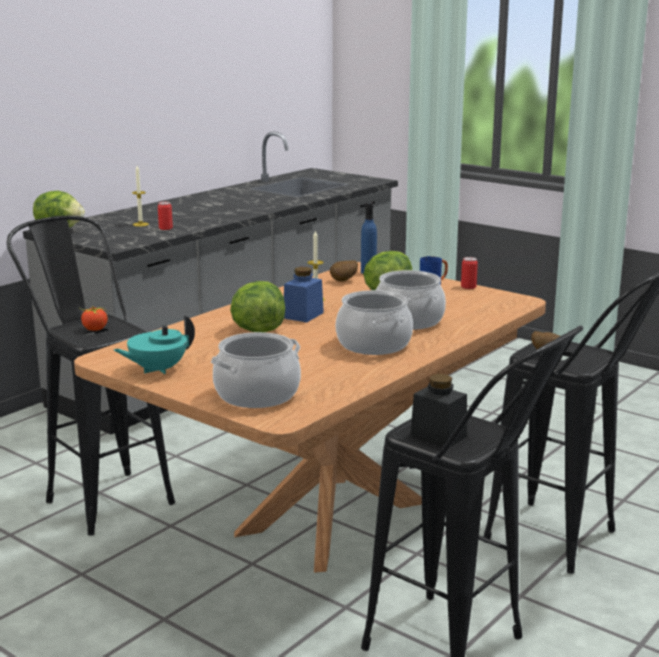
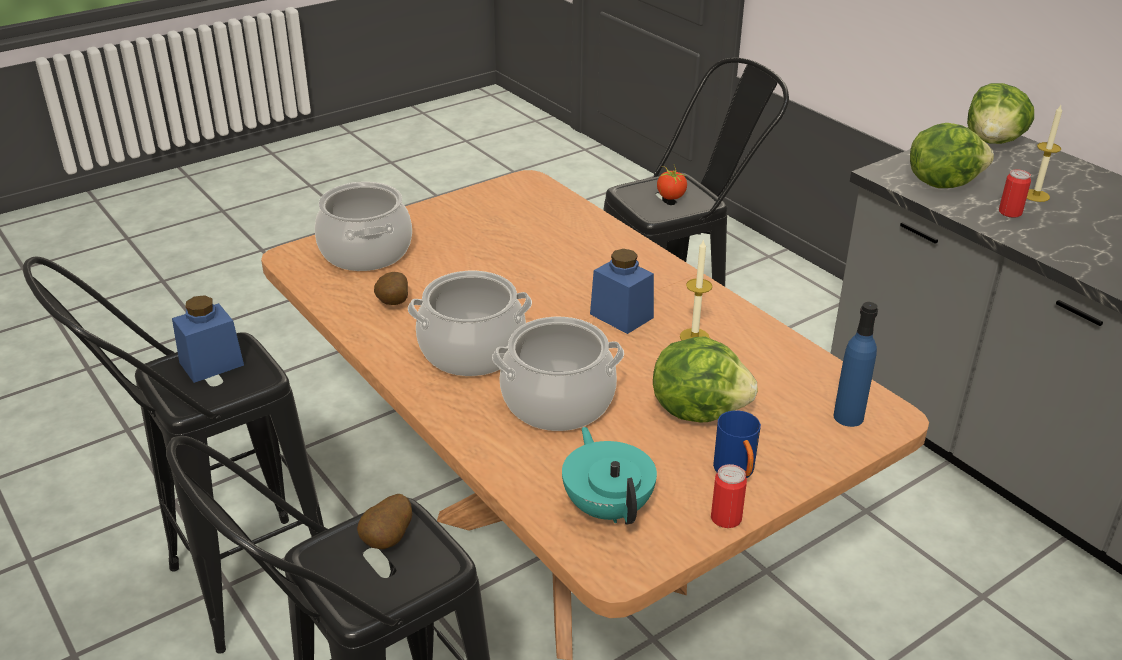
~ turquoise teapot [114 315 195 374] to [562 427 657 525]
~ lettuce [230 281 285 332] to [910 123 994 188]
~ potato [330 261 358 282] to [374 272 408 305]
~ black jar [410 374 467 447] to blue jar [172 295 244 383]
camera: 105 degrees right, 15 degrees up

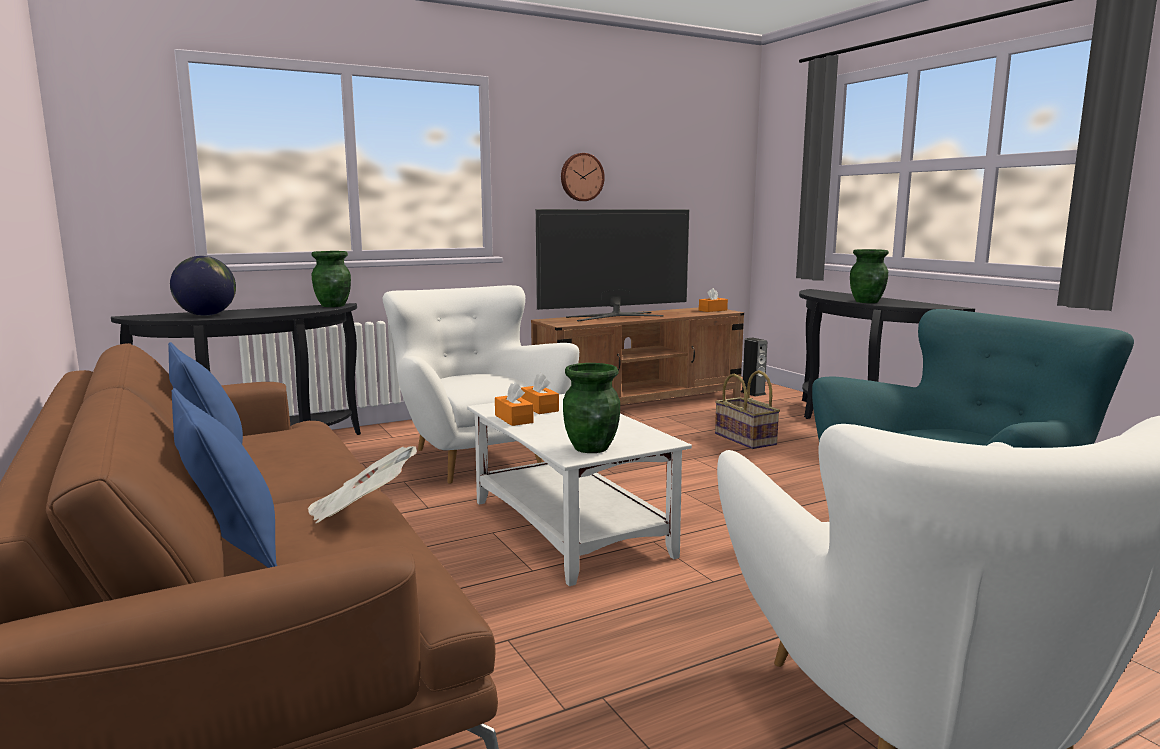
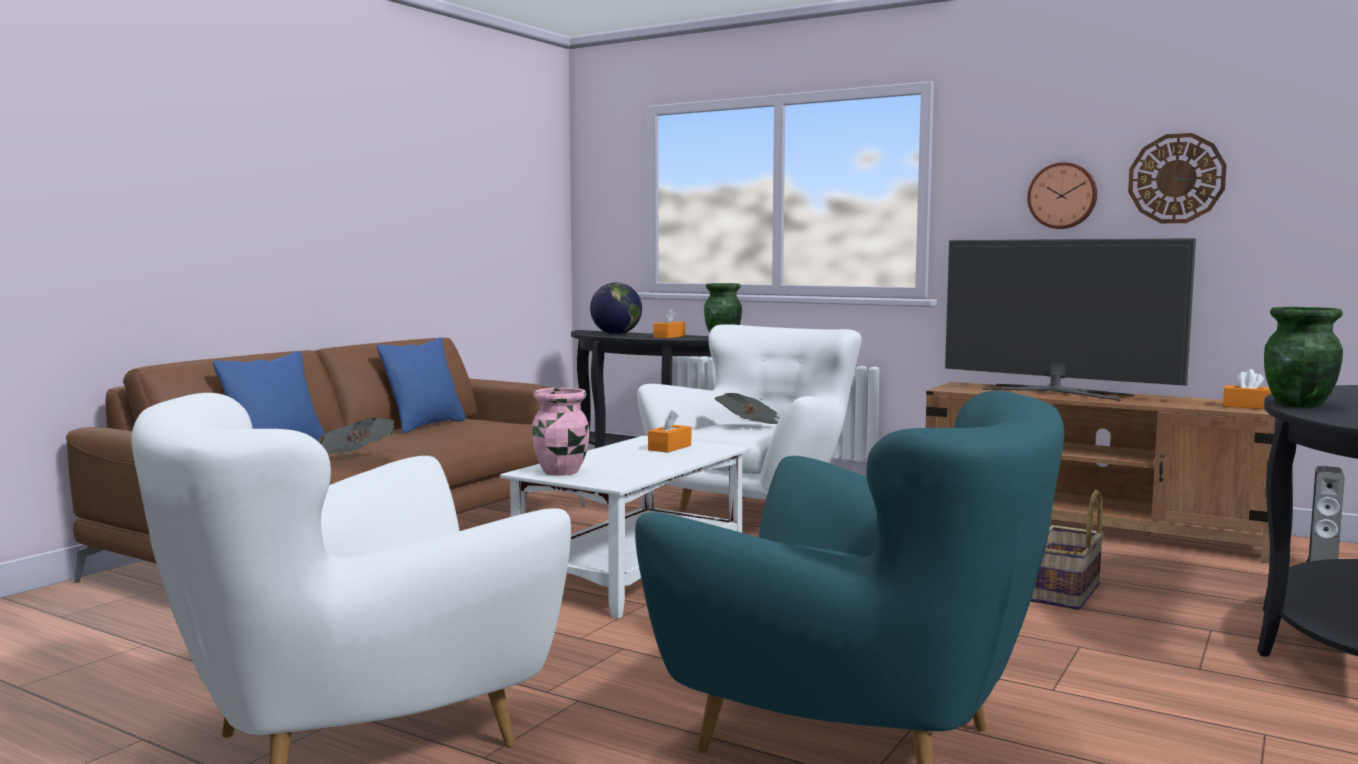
+ newspaper [715 393 779 424]
+ wall clock [1128 133 1227 223]
~ orange tissue box [495 382 534 426] to [653 309 685 338]
~ green vase [563 363 620 453] to pink vase [532 388 589 476]
camera: 60 degrees right, 5 degrees down

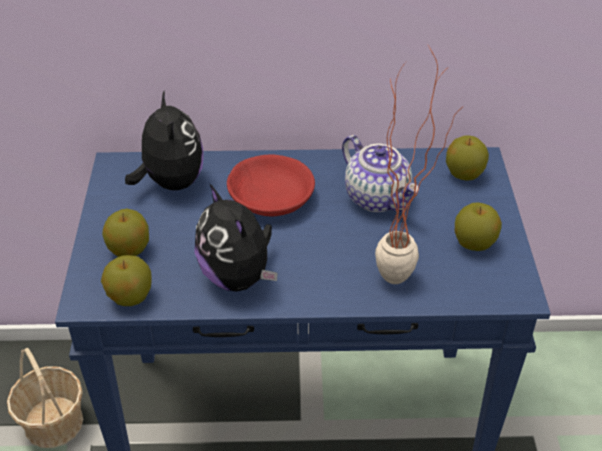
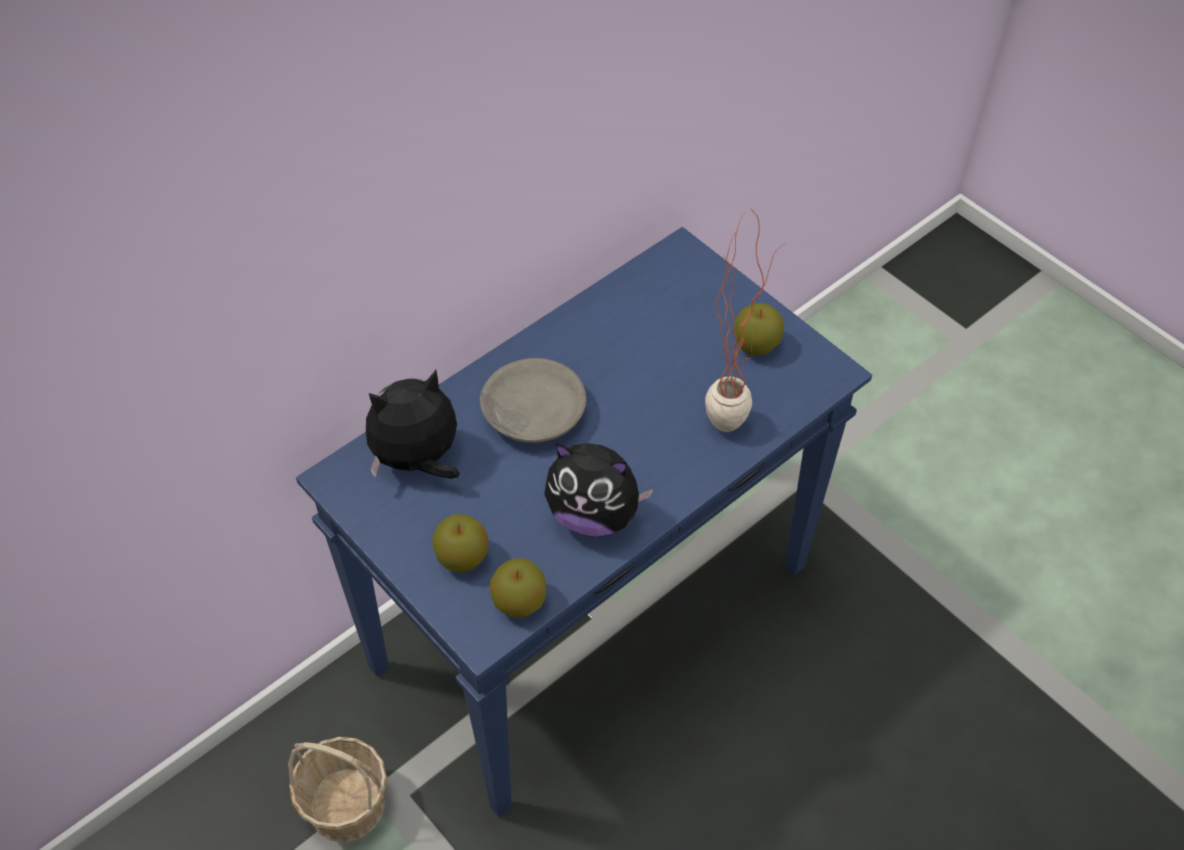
- teapot [342 135 419 212]
- apple [446 135 489 181]
~ red bowl [227 155 315 216] to grey bowl [480 358 586 443]
~ plush toy [125 89 204 190] = [366 370 460 479] 60 degrees counterclockwise
camera: 40 degrees left, 10 degrees up

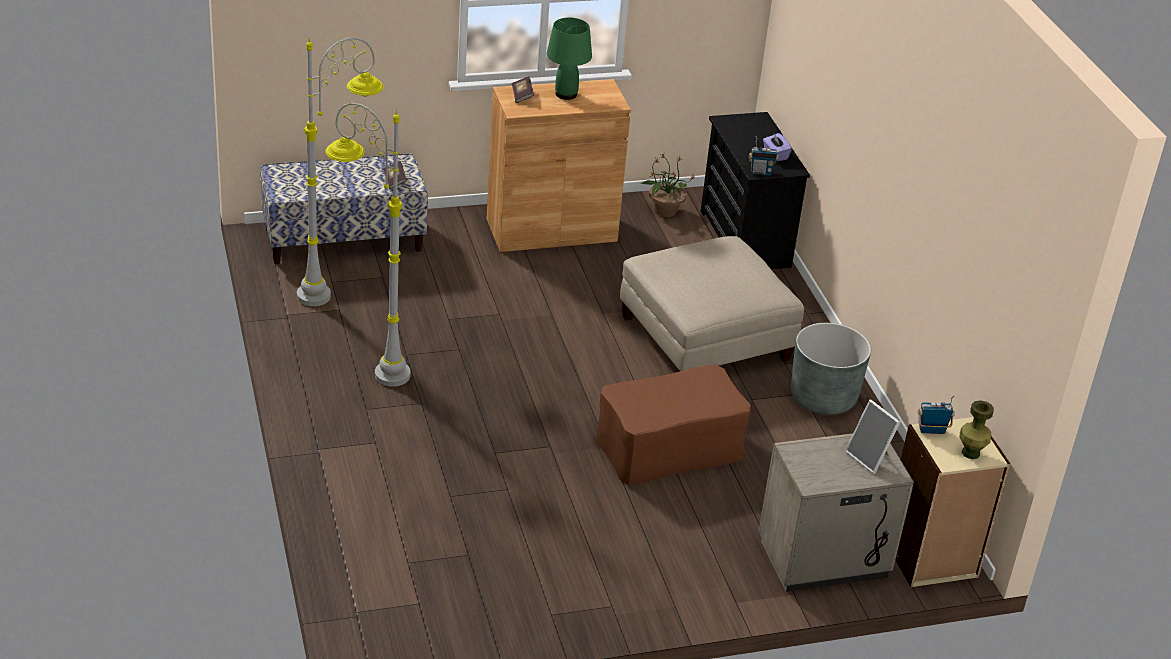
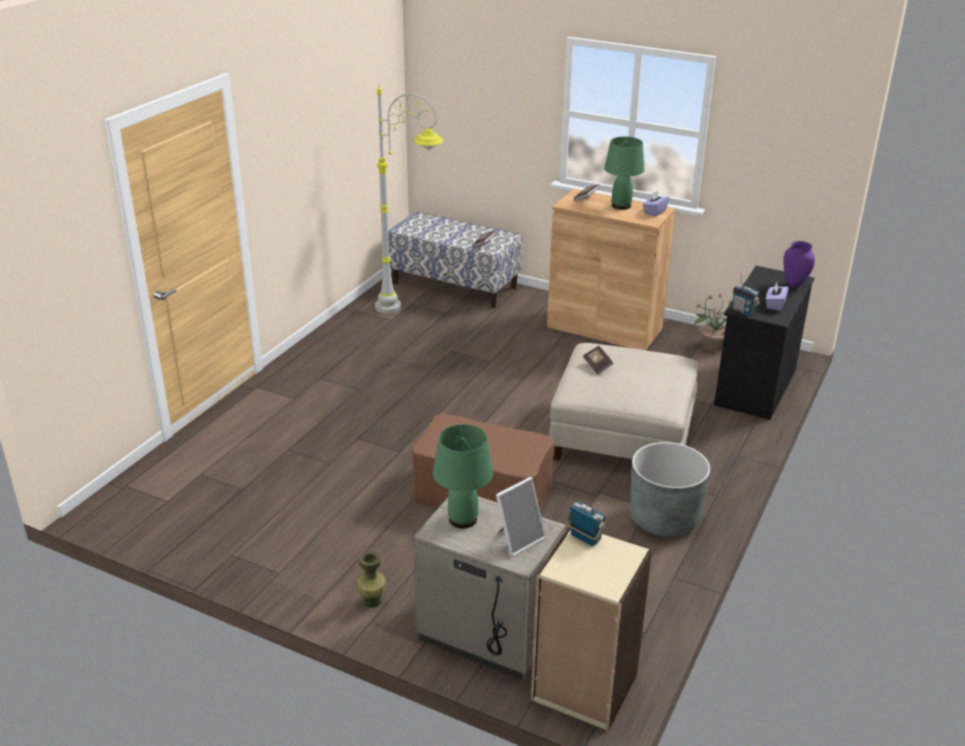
- grey floor lamp [325 103 410 387]
+ green table lamp [433 424 493 528]
+ book [583 346 613 374]
+ purple tissue box [643 190 669 217]
+ purple vase [783 241 815 288]
~ green vase [960 400 994 459] to [357 551 387 608]
~ picture frame [845 400 900 474] = [496 477 546 557] 135 degrees counterclockwise
camera: 45 degrees right, 5 degrees down

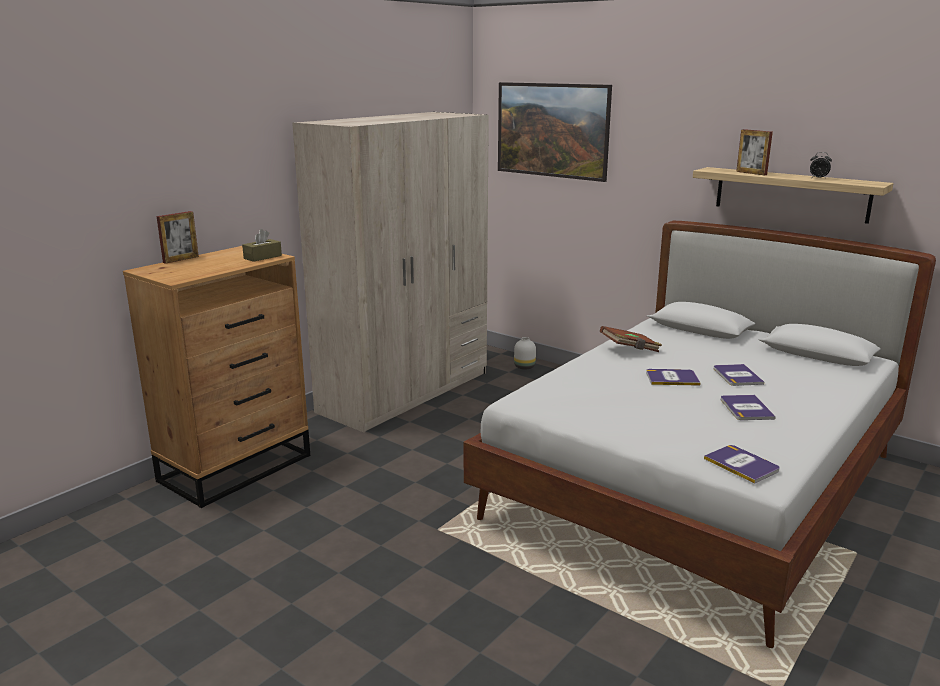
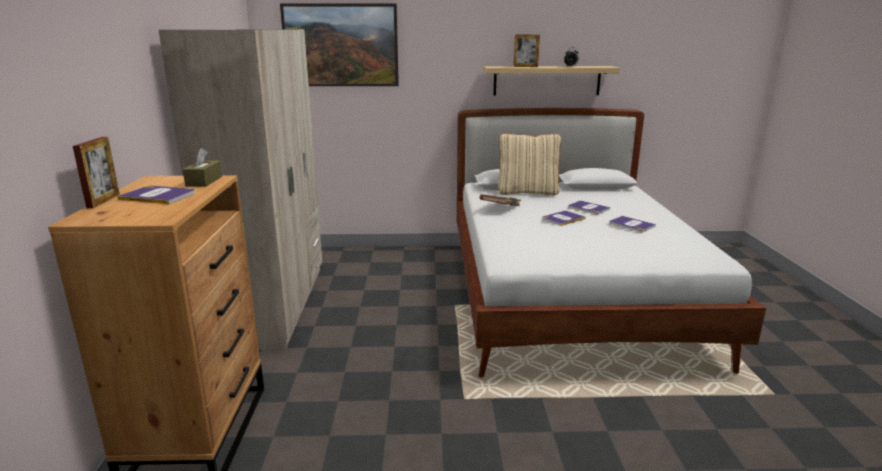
- white vase [514 337 536 370]
+ beige pillow [498 133 561 195]
~ book [704 445 780 484] to [117 186 195 204]
camera: 40 degrees left, 0 degrees up

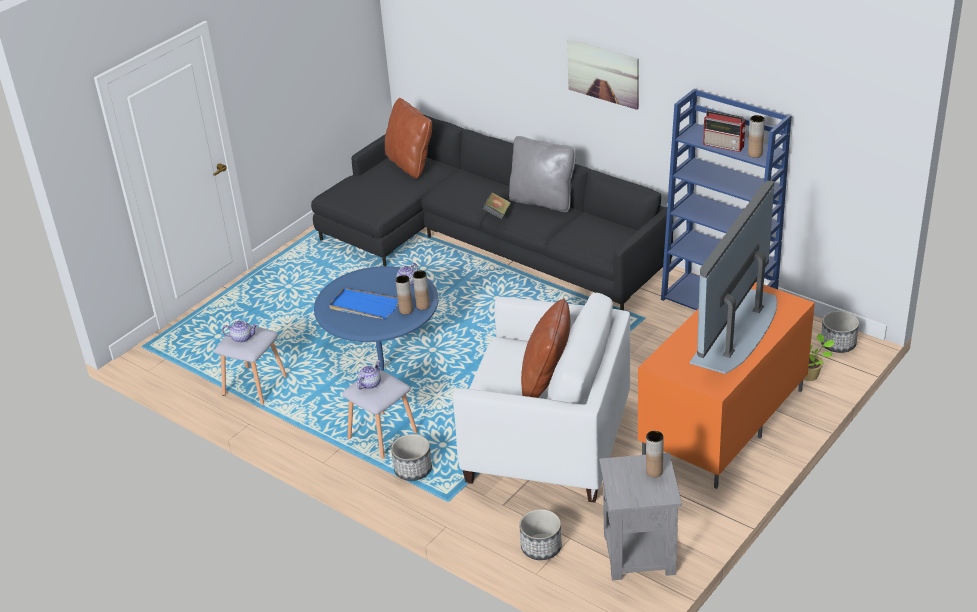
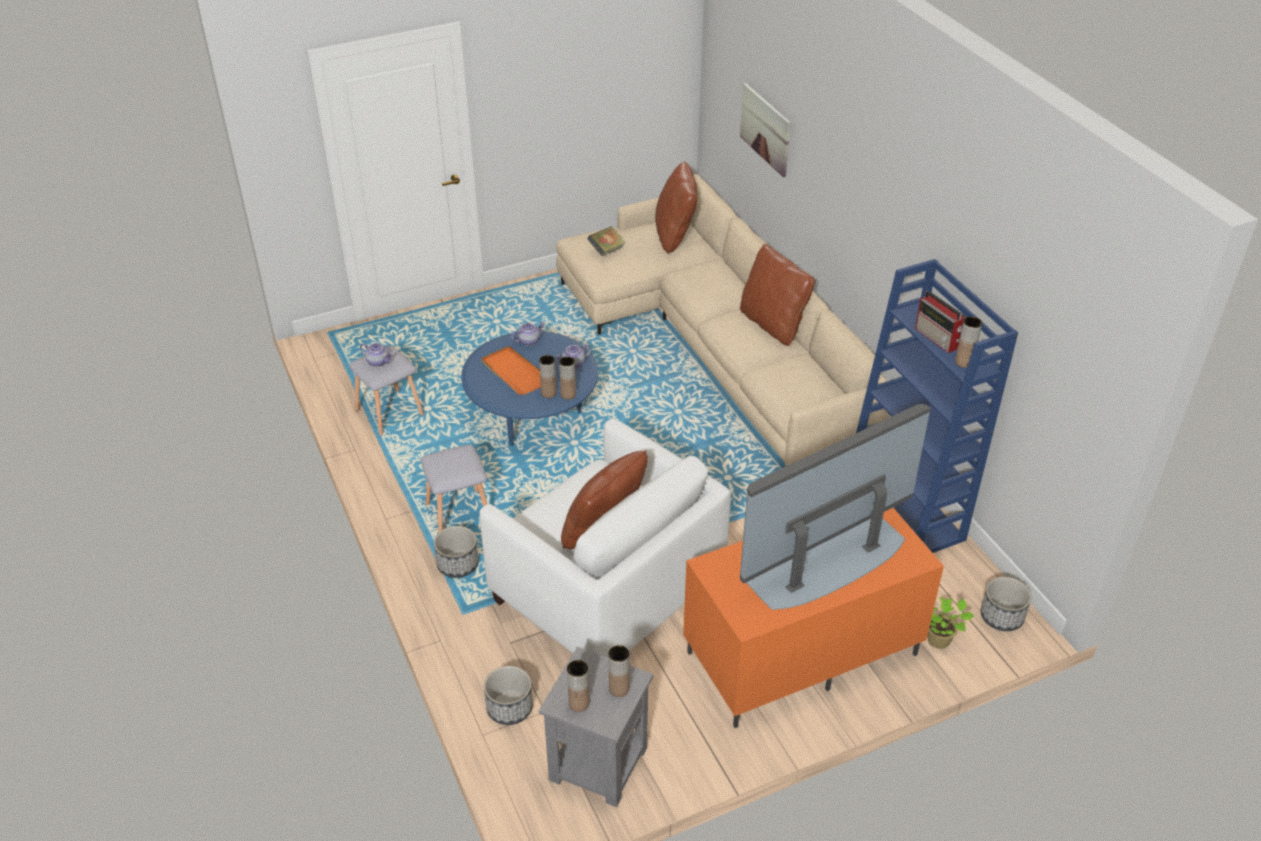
+ brown vase [567 660 589 712]
~ teapot [357 361 381 389] to [511 322 545 346]
~ book [482 192 511 219] to [587 226 625 256]
~ picture [567 39 639 110] to [740 83 791 177]
~ black sofa [311 114 673 310] to beige sofa [556 174 889 466]
~ blue tray [329 288 398 319] to orange tray [481 346 541 395]
~ grey pillow [509 136 576 212] to brown pillow [740 244 815 346]
camera: 25 degrees right, 5 degrees up

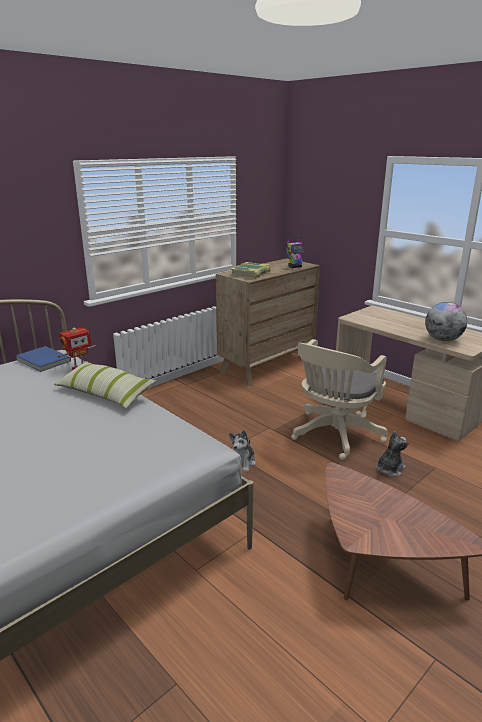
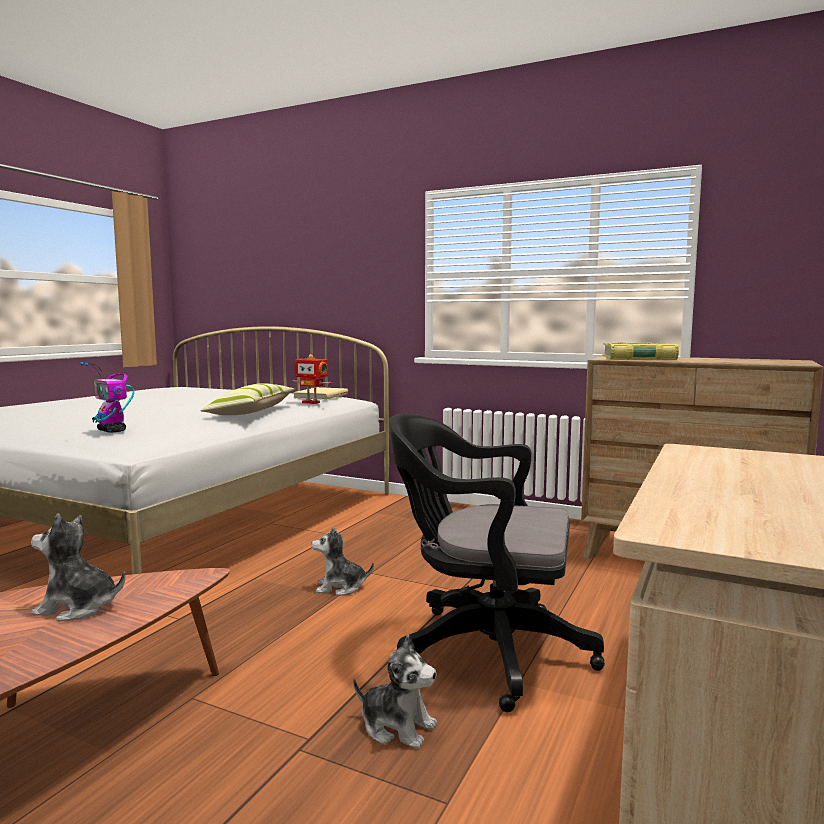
- globe [425 302 468 341]
+ plush toy [31 514 125 621]
~ toy robot [286 236 305 268] to [80 362 134 433]
~ blue book [16 346 71 372] to beige book [293 387 348 400]
~ beige office chair [291 339 387 460] to black office chair [389 414 605 712]
camera: 70 degrees right, 15 degrees down

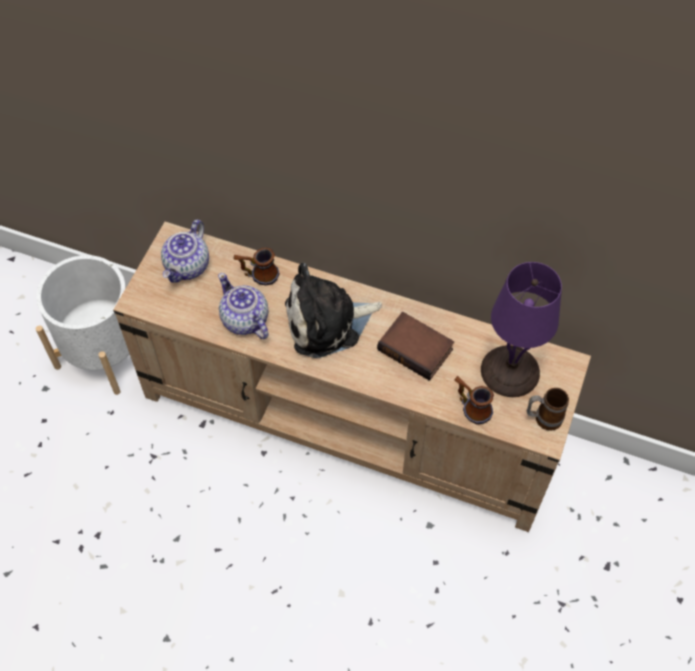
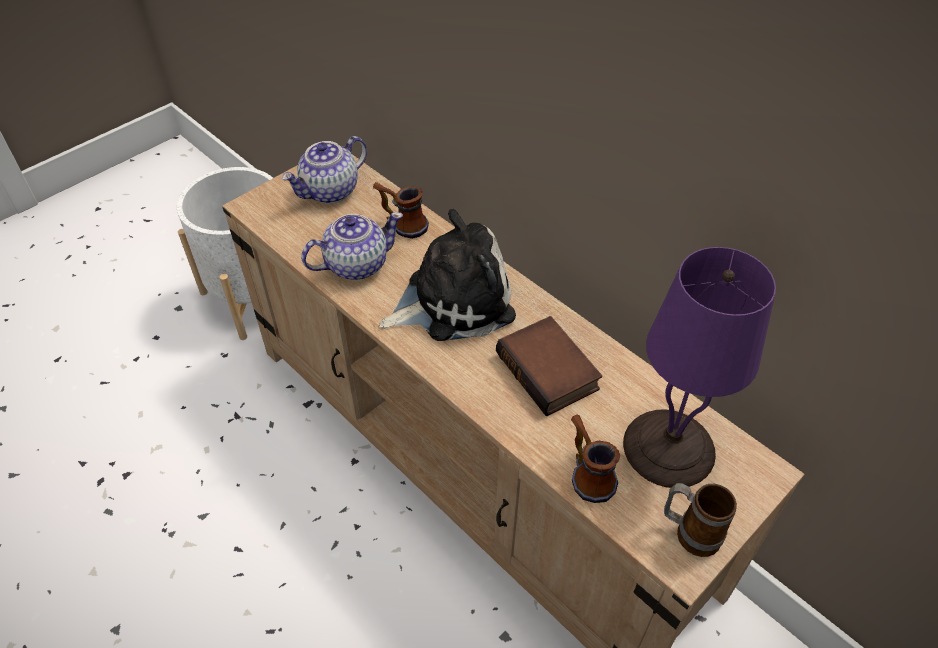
~ teapot [218 273 269 339] = [301 212 403 280] 75 degrees clockwise
~ plush toy [285 263 382 358] = [379 209 516 341] 150 degrees clockwise
camera: 25 degrees right, 10 degrees down

